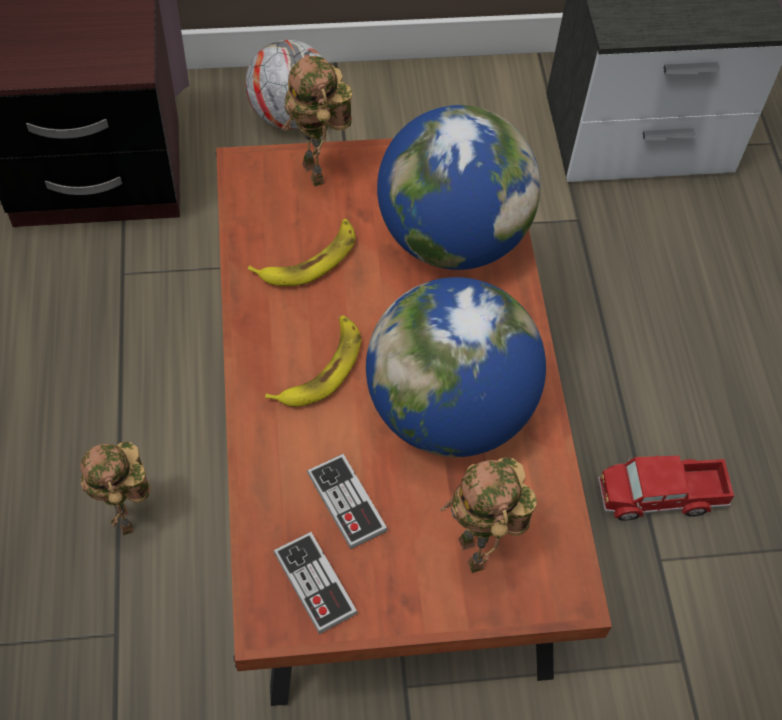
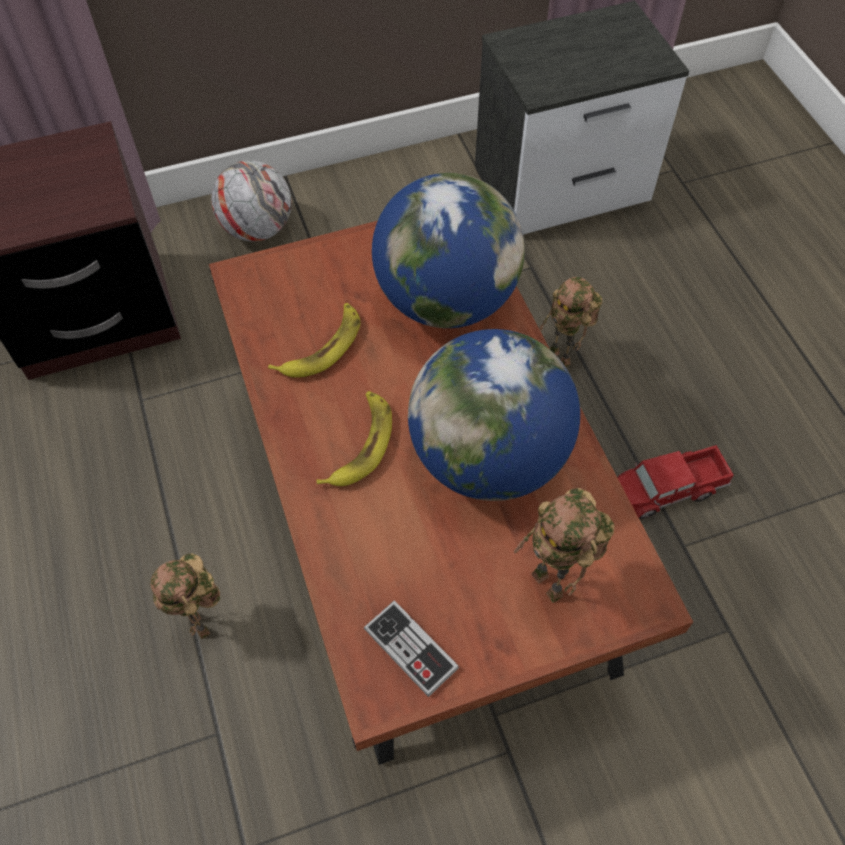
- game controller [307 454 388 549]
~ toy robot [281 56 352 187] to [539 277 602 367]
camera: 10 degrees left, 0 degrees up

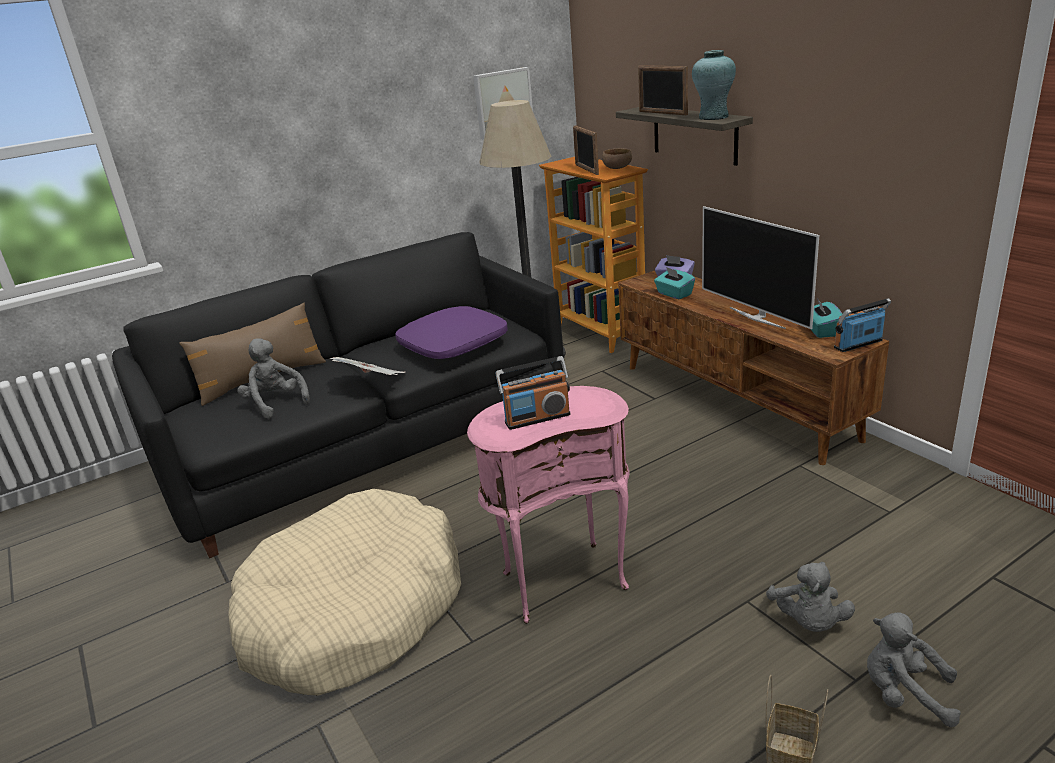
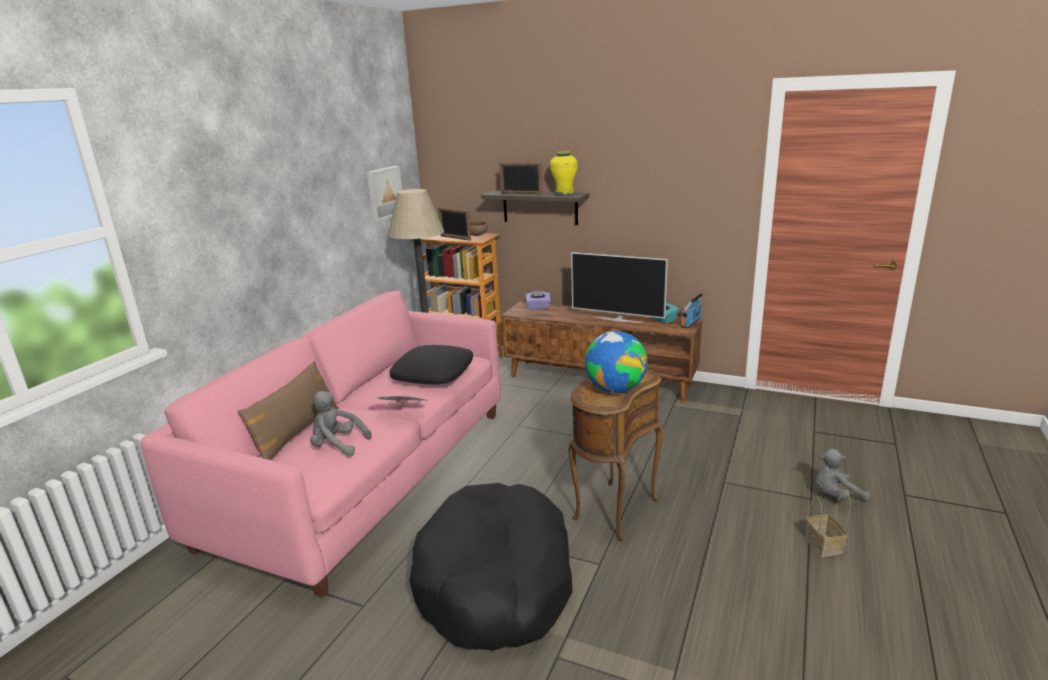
- turquoise tissue box [654 267 695 299]
- grey plush toy [766 562 855 632]
~ radio [495 356 570 430] to globe [585 331 647 393]
~ black sofa [112 232 564 558] to pink sofa [141 291 501 598]
~ beige dog bed [228 489 461 695] to black dog bed [409 483 572 650]
~ purple pillow [396 306 508 359] to black pillow [389 345 473 385]
~ pink side table [467 386 629 624] to brown side table [568 369 663 541]
~ turquoise vase [692 50 736 120] to yellow vase [550 151 578 196]
camera: 35 degrees left, 5 degrees down

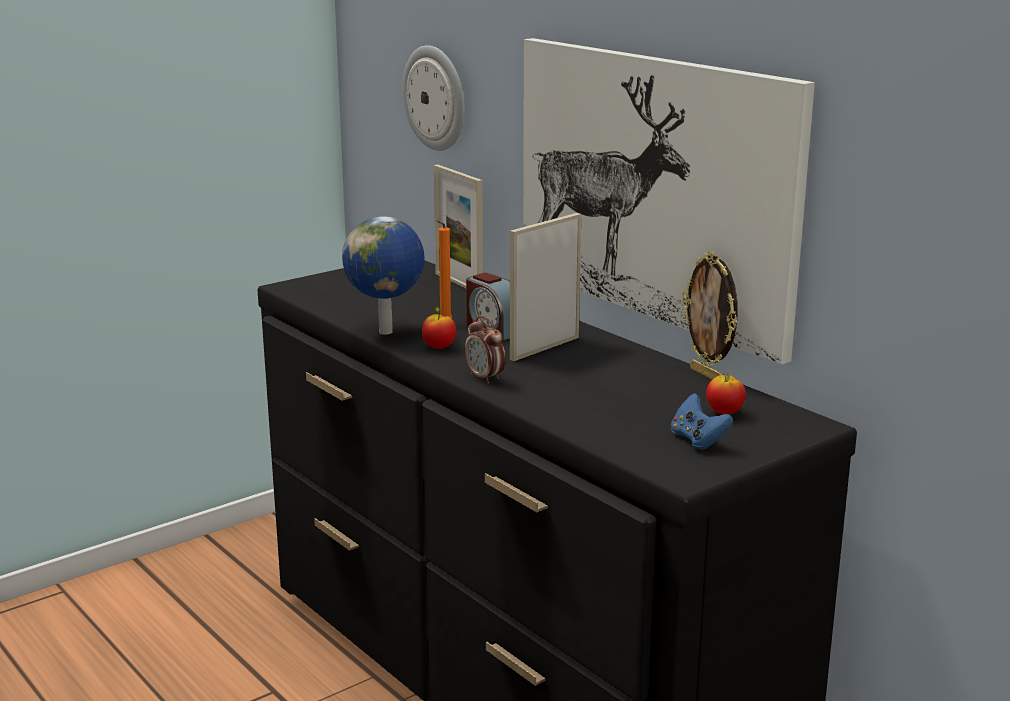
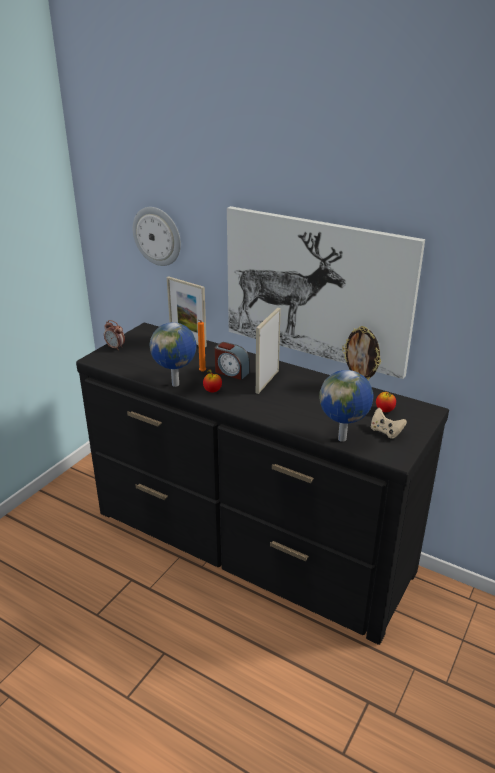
+ globe [319 370 374 442]
~ alarm clock [465 316 506 384] to [104 320 125 351]
~ blue game controller [671 393 733 450] to beige game controller [371 408 407 439]
camera: 20 degrees left, 10 degrees up

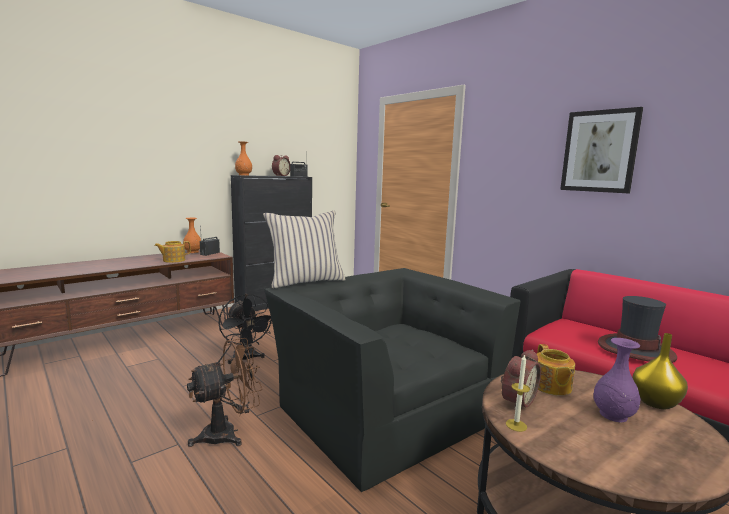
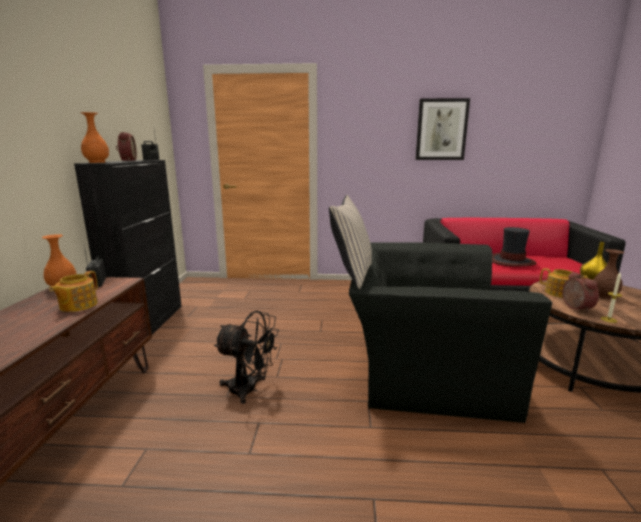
- brown fan [187 338 262 447]
~ purple vase [593 338 640 422] to brown vase [593 249 624 299]
camera: 45 degrees left, 5 degrees up

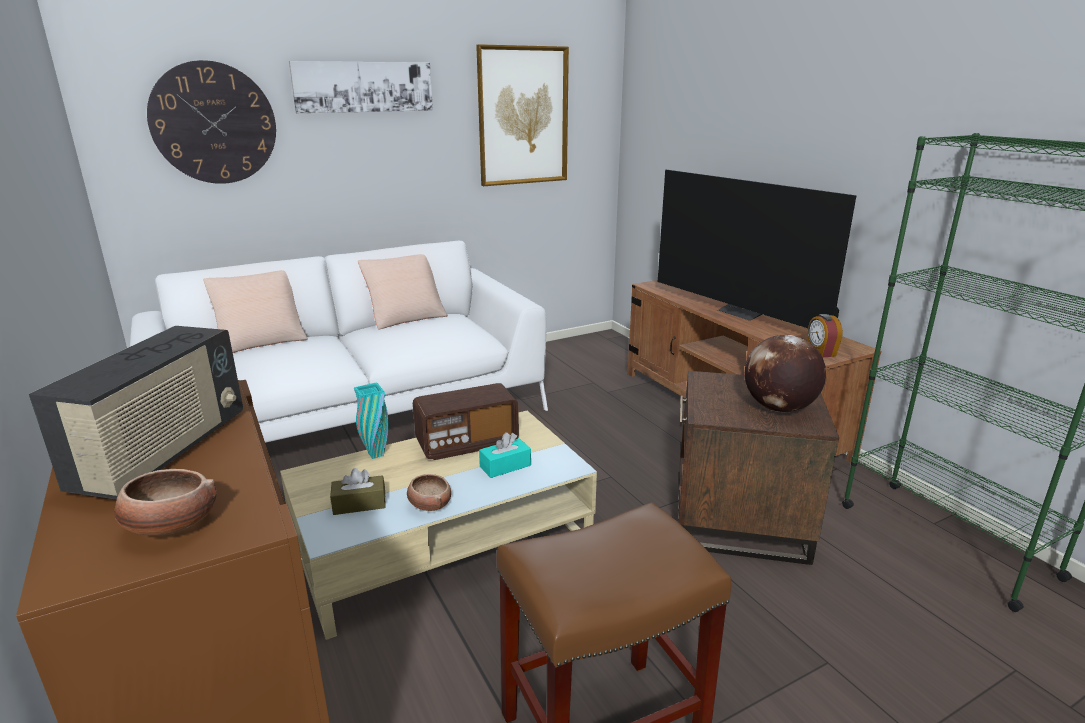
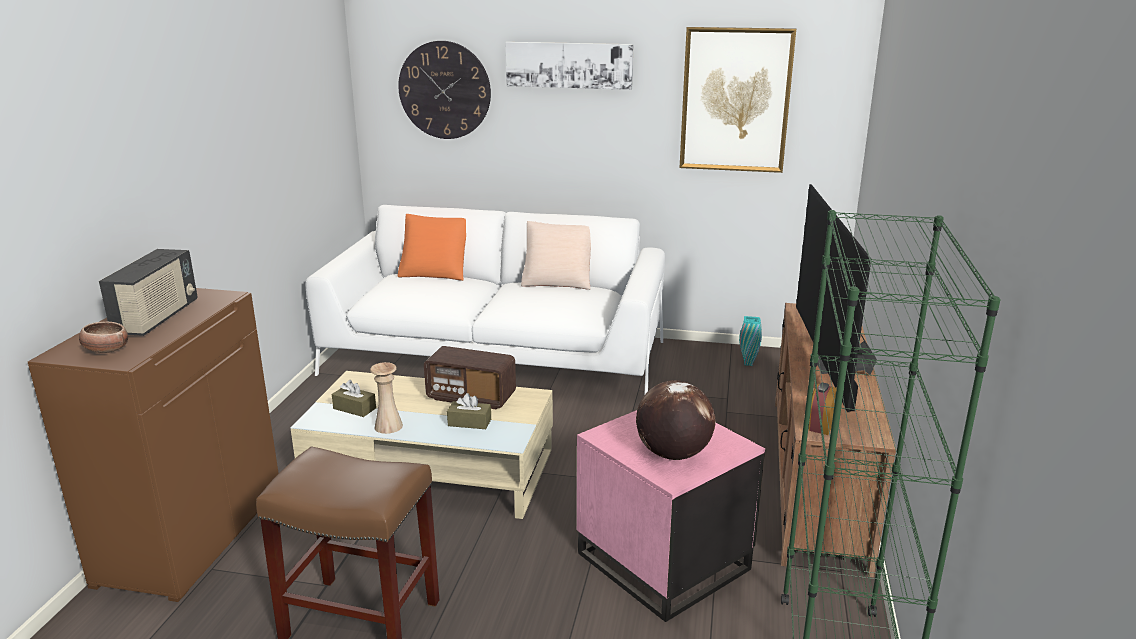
~ turquoise vase [354 383 388 459] to [739 316 762 366]
~ bowl [407 474 451 511] to beige vase [370 362 403 434]
~ beige pillow [203 270 308 353] to orange pillow [397 214 466 281]
~ turquoise tissue box [479 432 531 478] to brown tissue box [447 393 491 429]
~ brown side table [678 371 839 565] to pink side table [577 410 765 622]
~ radio [29 326 243 500] = [99 249 197 336] 45 degrees counterclockwise
camera: 40 degrees right, 0 degrees up

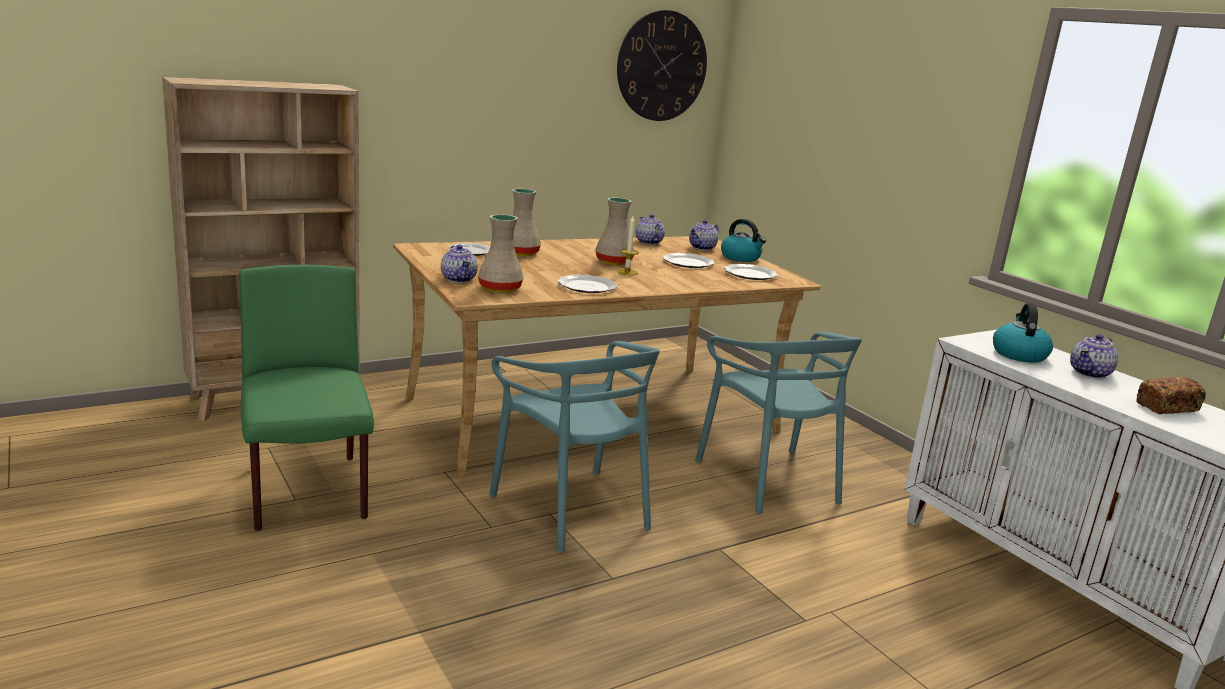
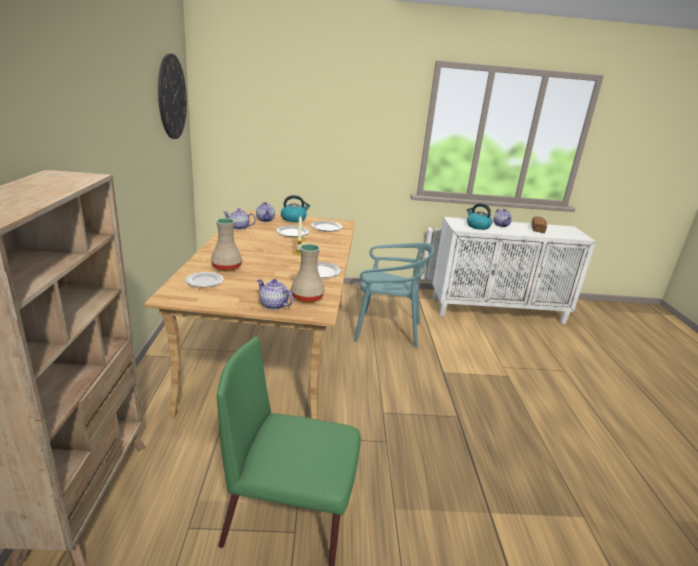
- turquoise chair [489 341 660 553]
- beige vase [595 198 634 265]
~ teapot [441 245 478 283] = [257 279 293 310] 150 degrees counterclockwise
camera: 60 degrees left, 5 degrees up

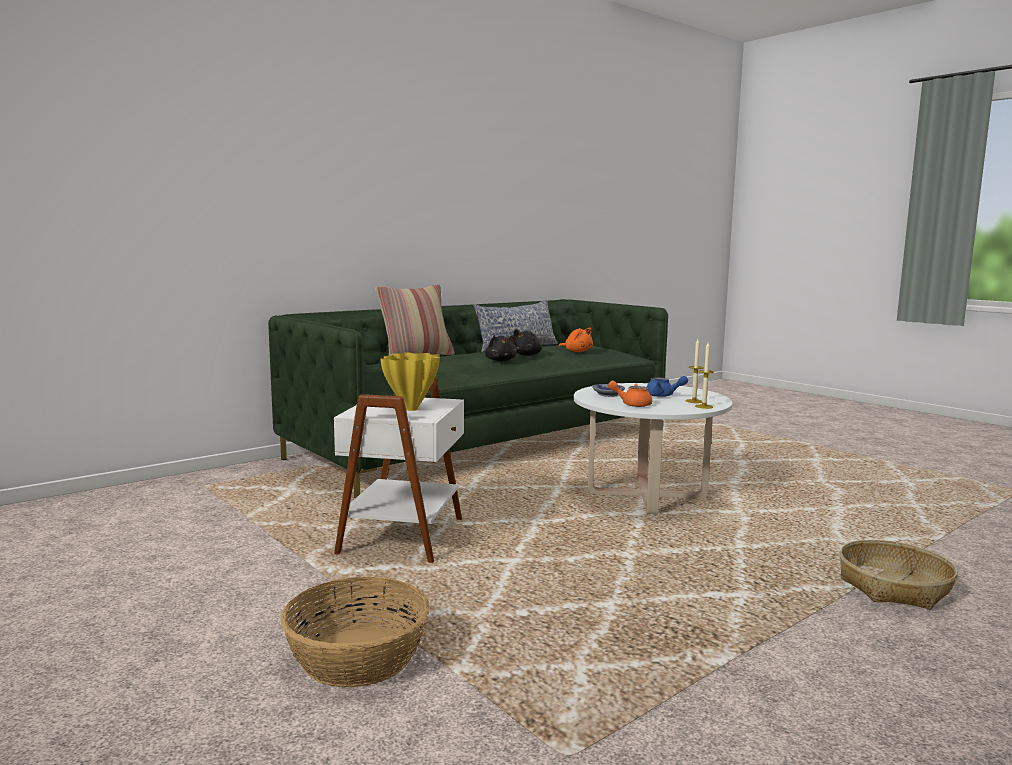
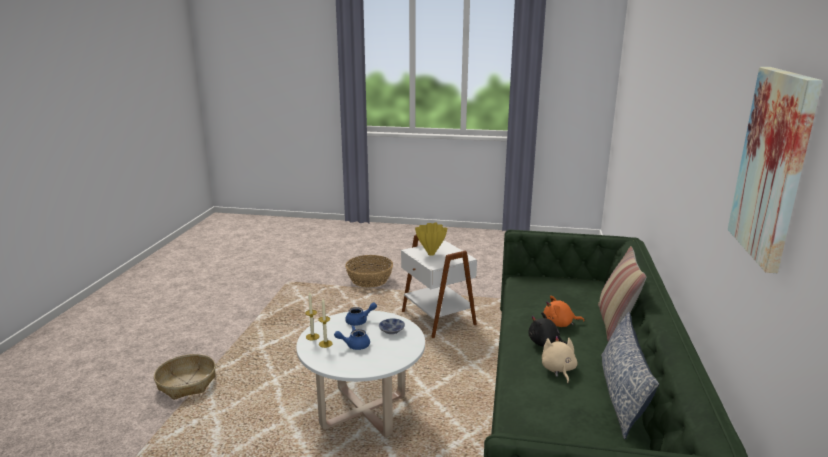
+ picture [728 67 823 273]
~ orange plush toy [558 327 593 352] to [544 296 585 327]
~ black plush toy [513 329 542 356] to beige plush toy [542 336 578 384]
~ orange teapot [608 380 652 407] to blue teapot [345 303 377 326]
camera: 140 degrees right, 10 degrees up

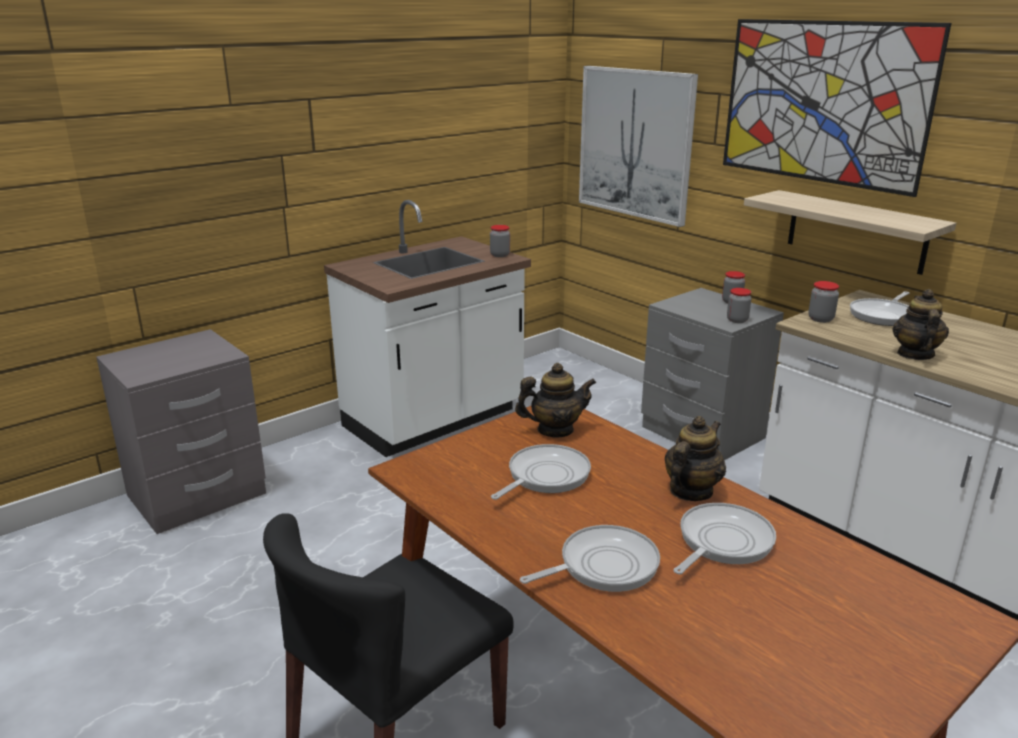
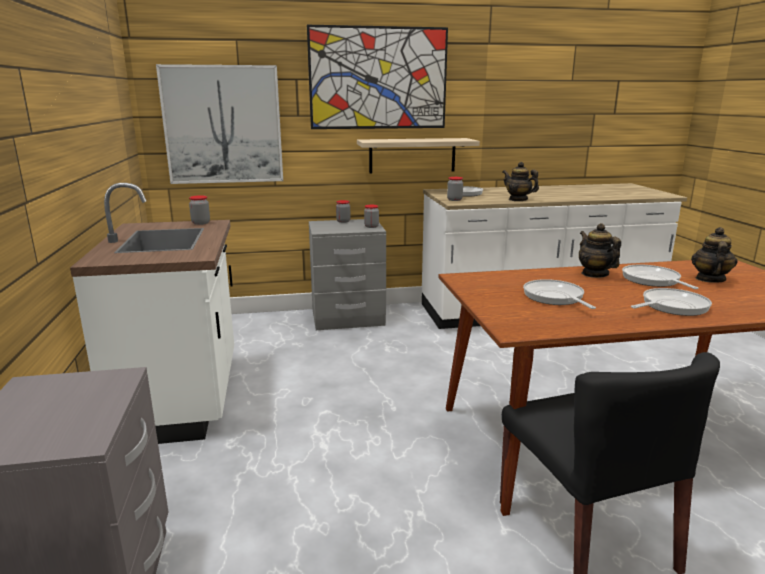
~ teapot [515 363 596 438] to [691 227 738 283]
~ frying pan [520 525 660 592] = [631 288 712 316] 60 degrees clockwise
camera: 60 degrees left, 5 degrees down

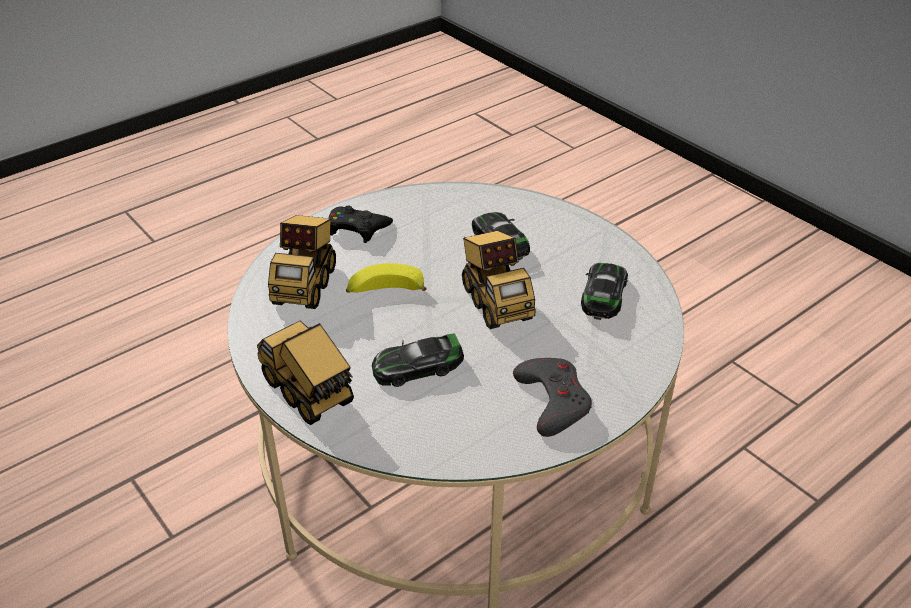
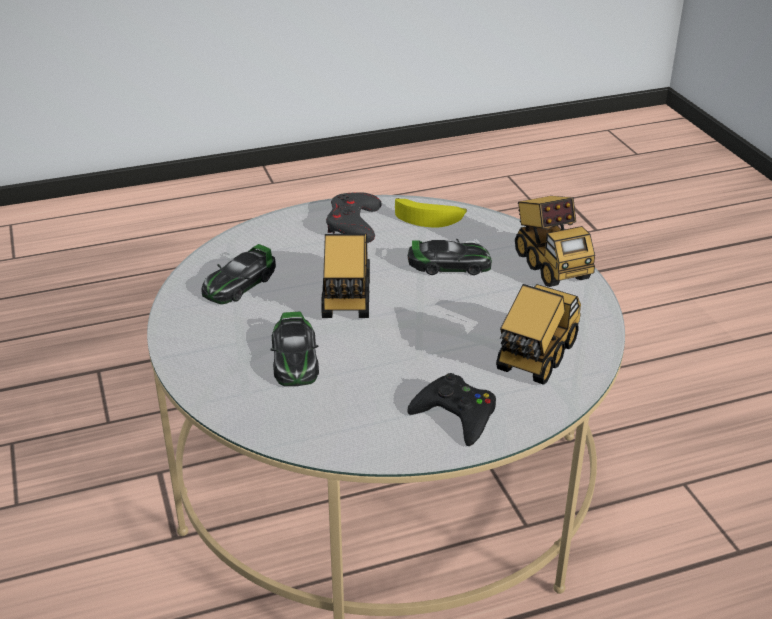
~ banana [346 263 427 293] to [395 198 467 227]
camera: 160 degrees left, 5 degrees down

